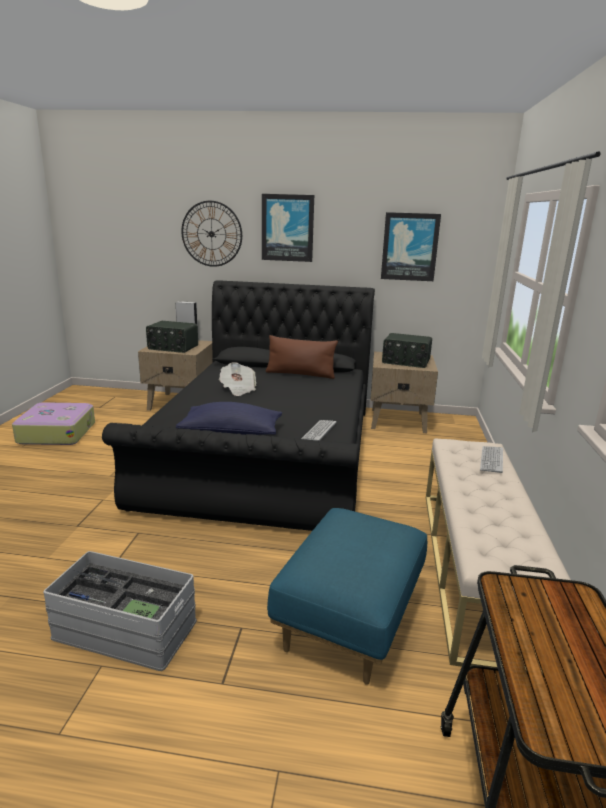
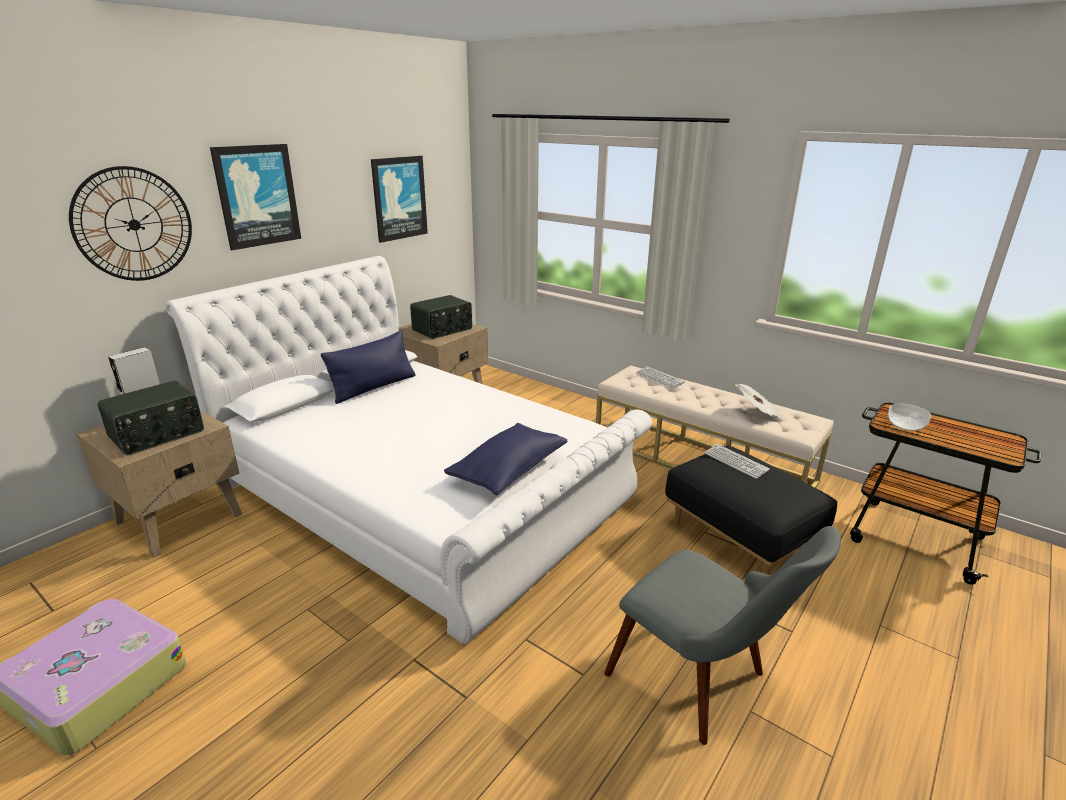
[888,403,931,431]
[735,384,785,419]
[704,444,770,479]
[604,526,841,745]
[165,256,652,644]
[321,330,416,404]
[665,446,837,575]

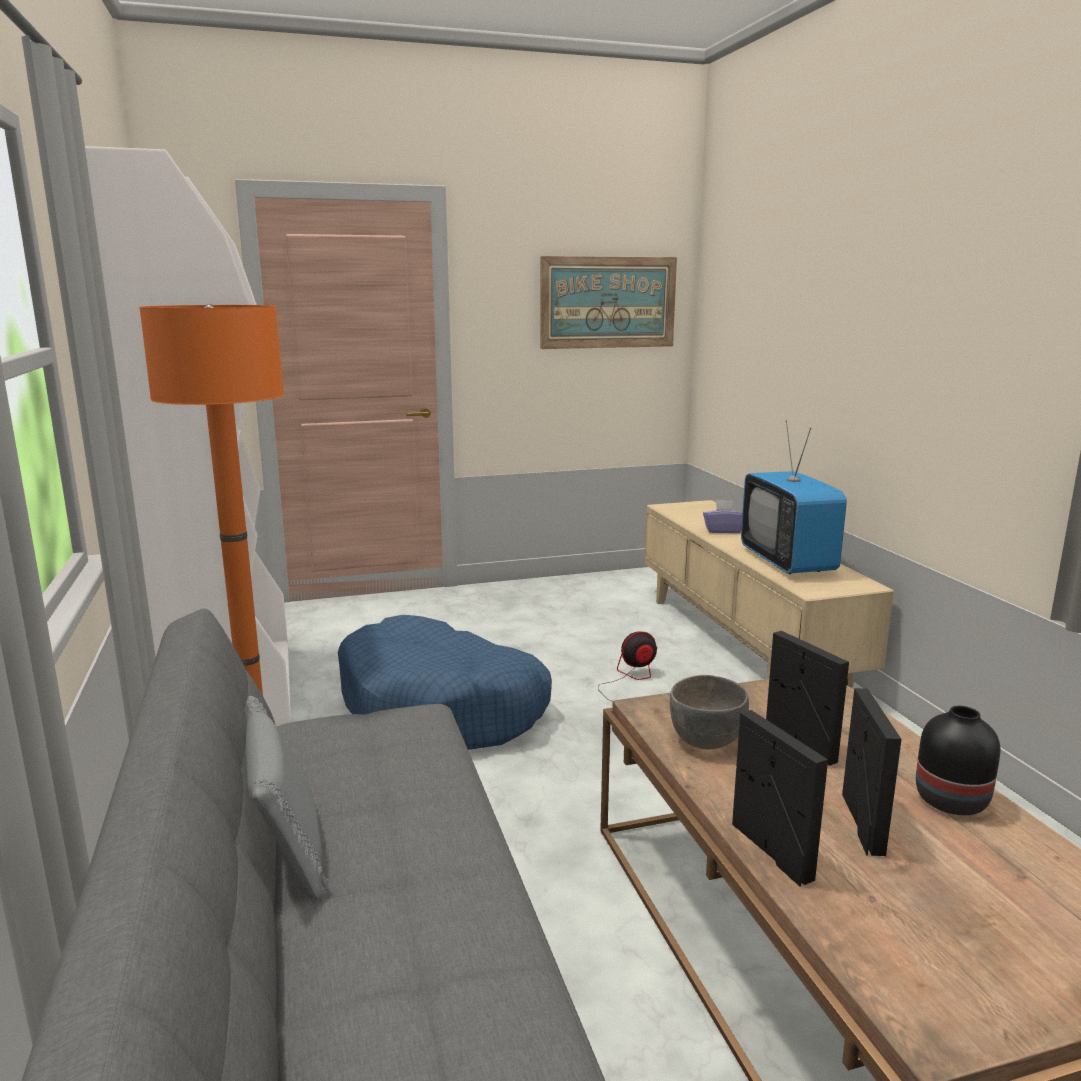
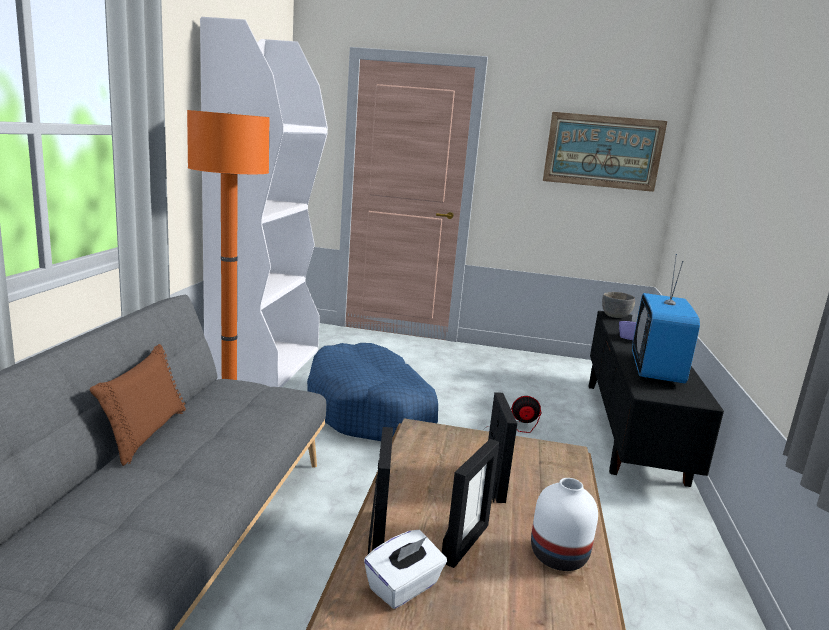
[364,530,447,609]
[602,292,635,318]
[90,344,186,466]
[588,311,724,487]
[531,478,598,571]

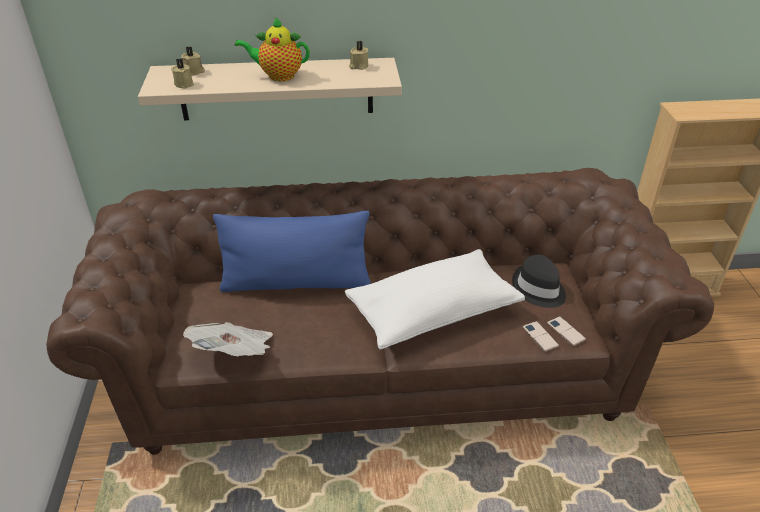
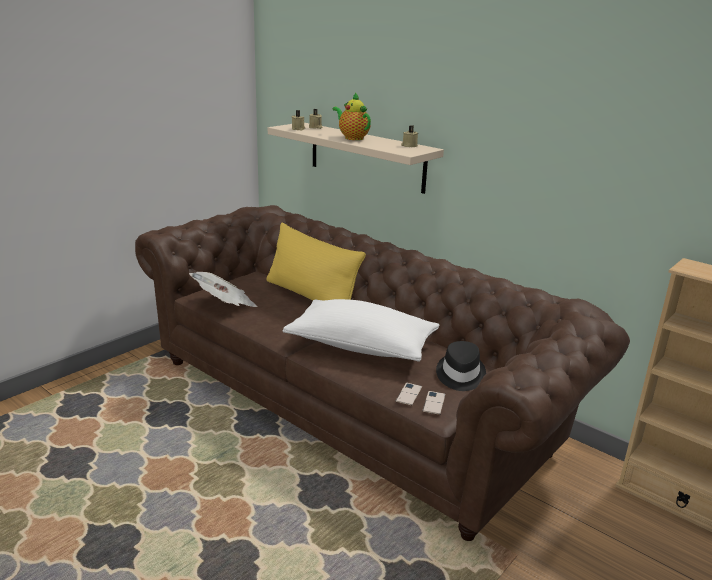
[266,223,366,300]

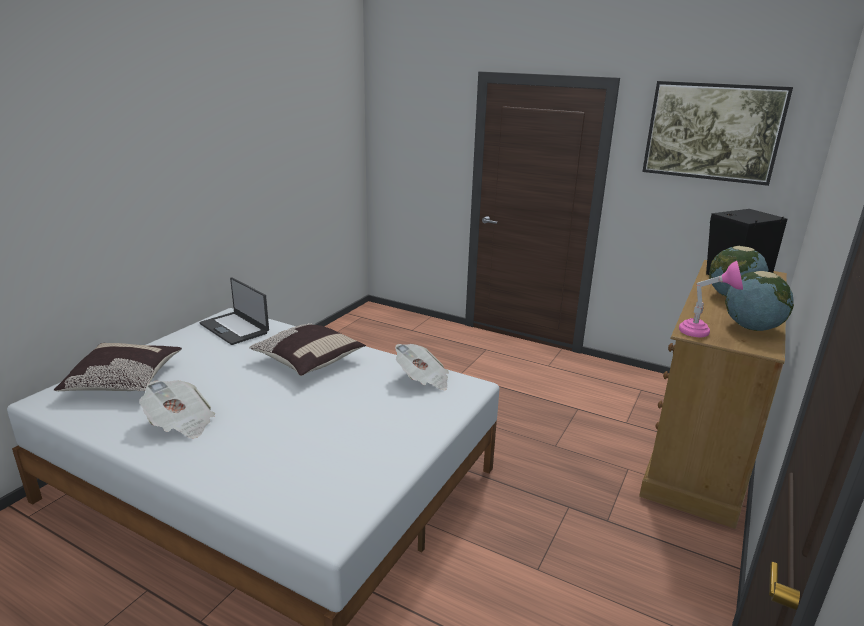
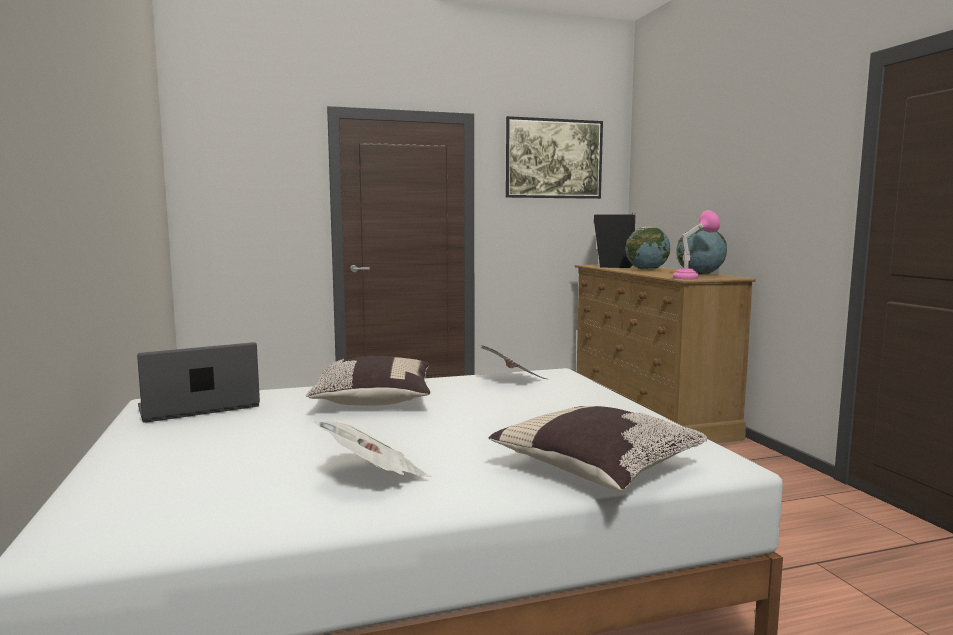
[488,406,707,492]
[137,342,260,423]

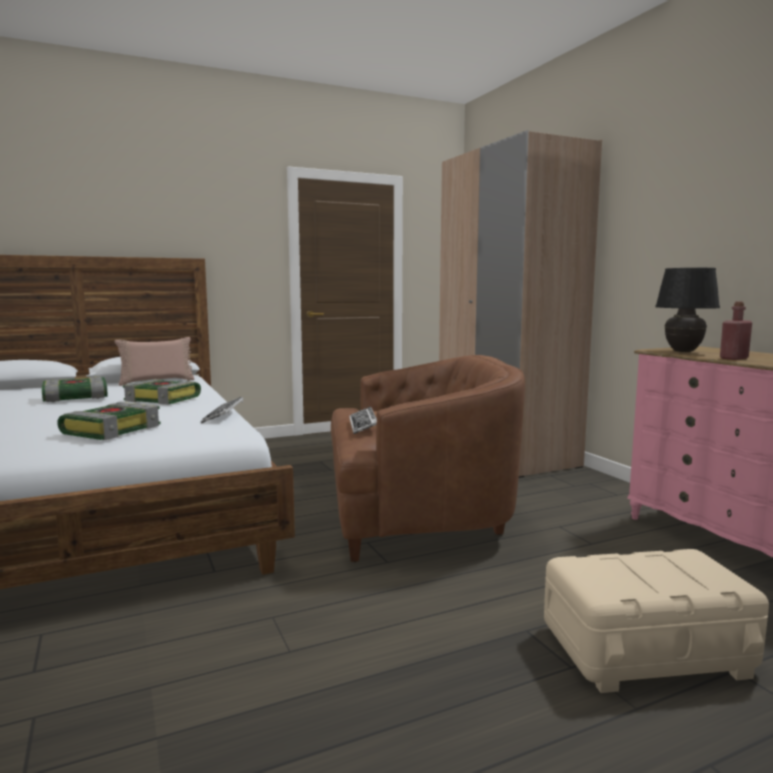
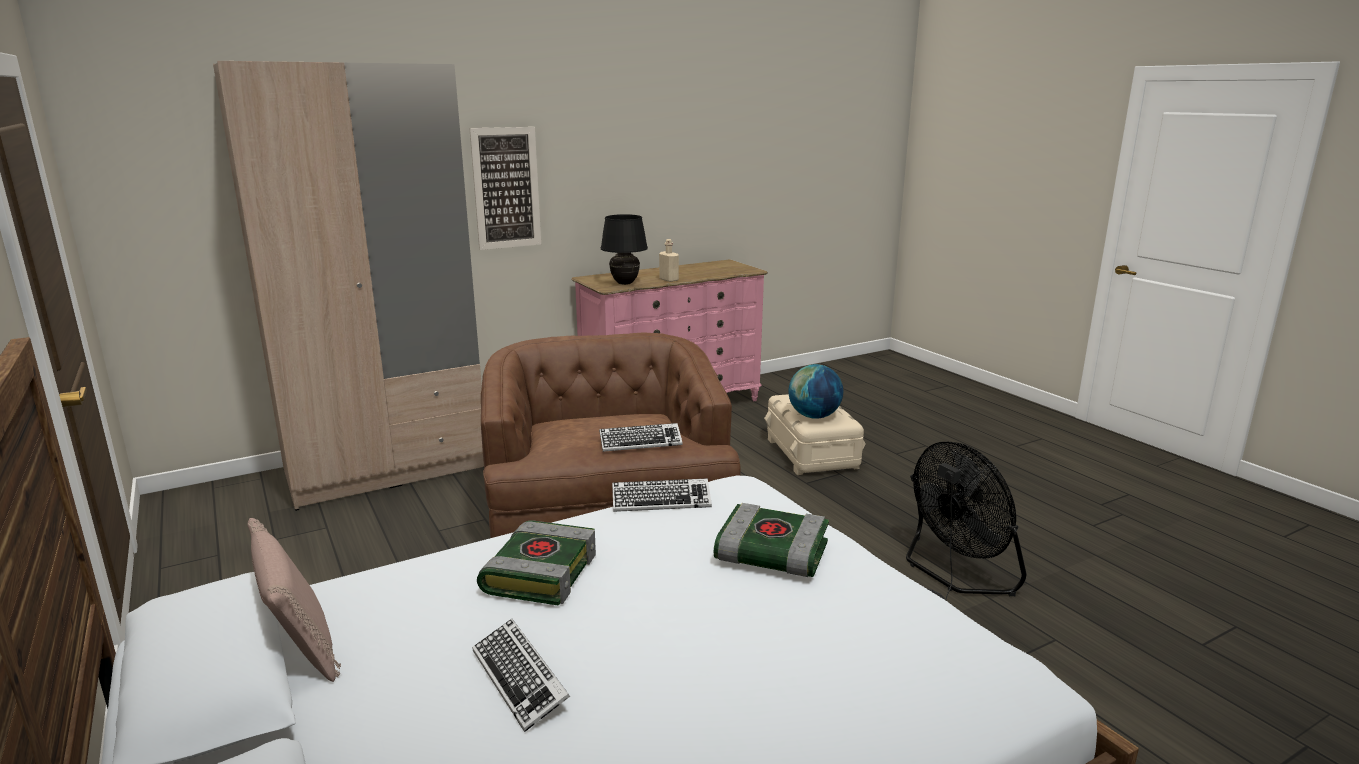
[469,127,541,250]
[788,364,843,419]
[906,441,1026,600]
[472,619,570,732]
[659,239,679,282]

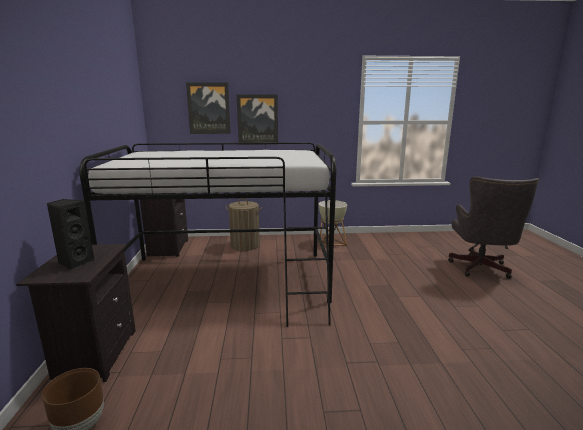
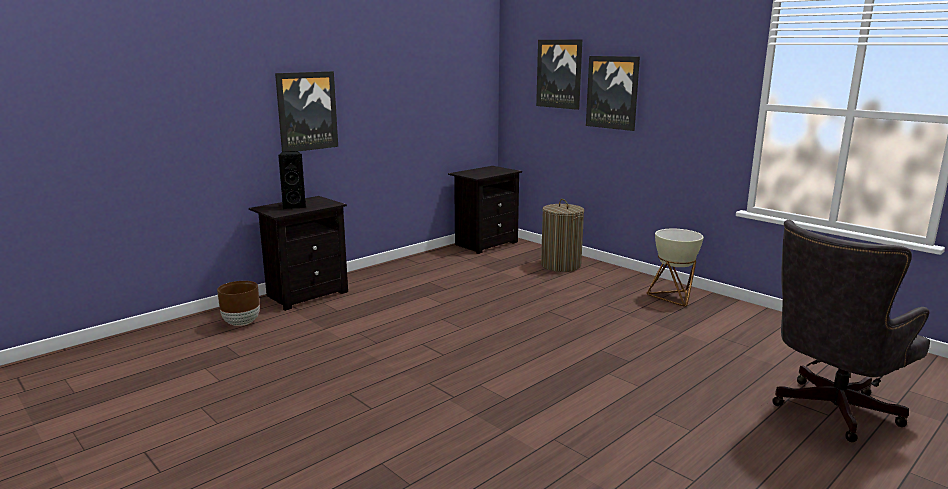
[80,142,336,327] (first image)
[275,71,338,152]

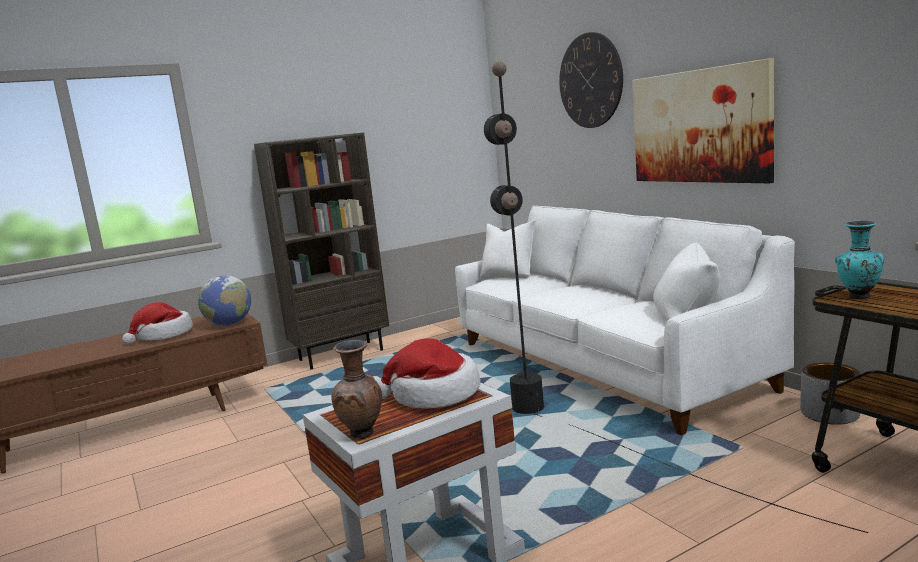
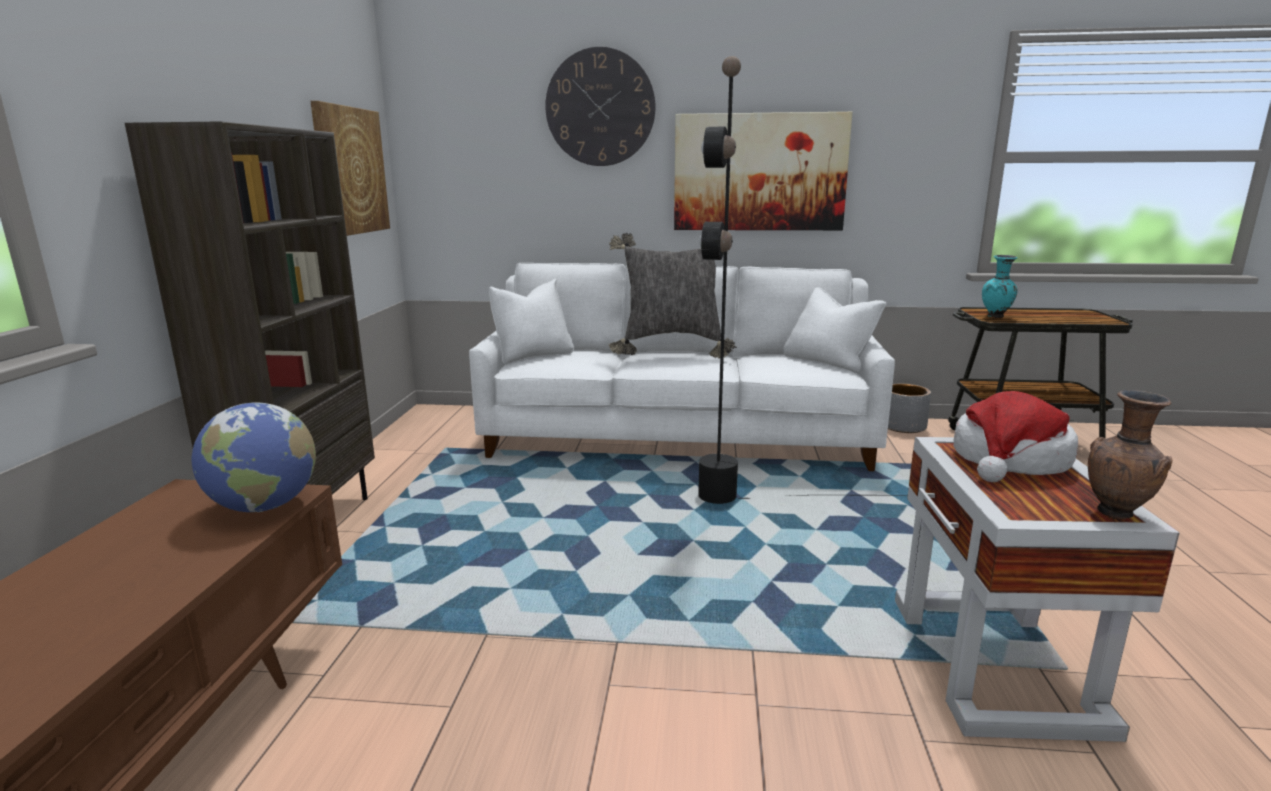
[122,302,193,345] (first image)
[310,101,390,236]
[609,233,737,358]

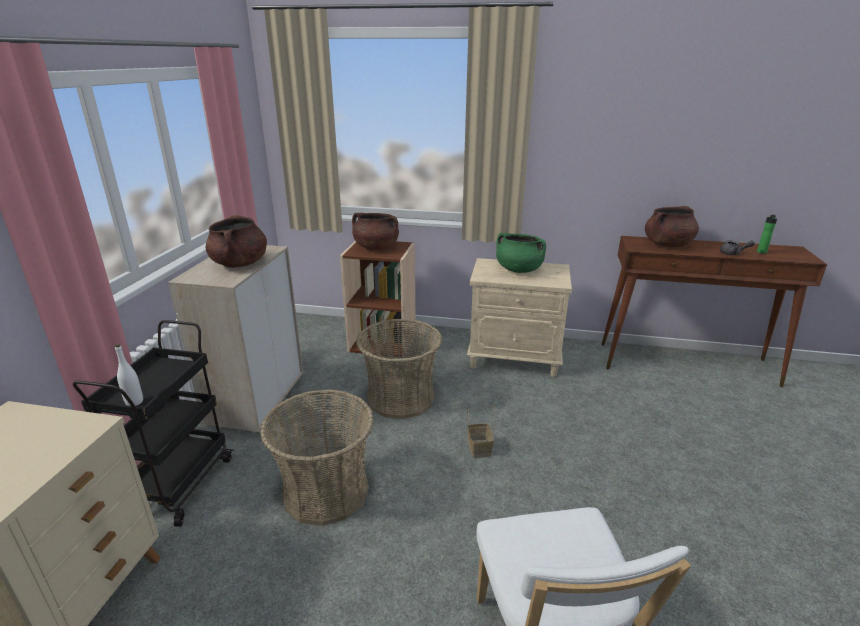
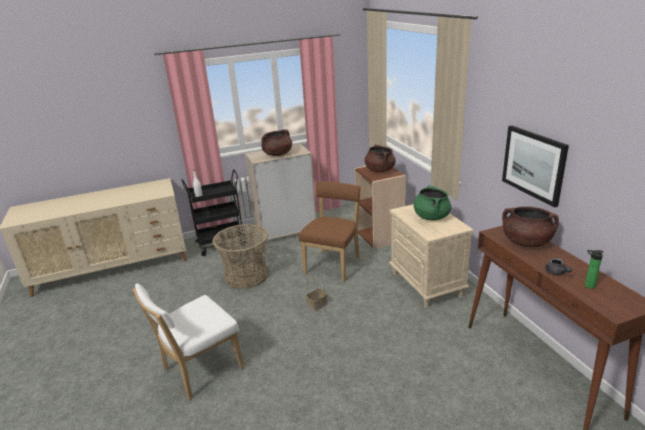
[502,125,569,207]
[298,181,361,282]

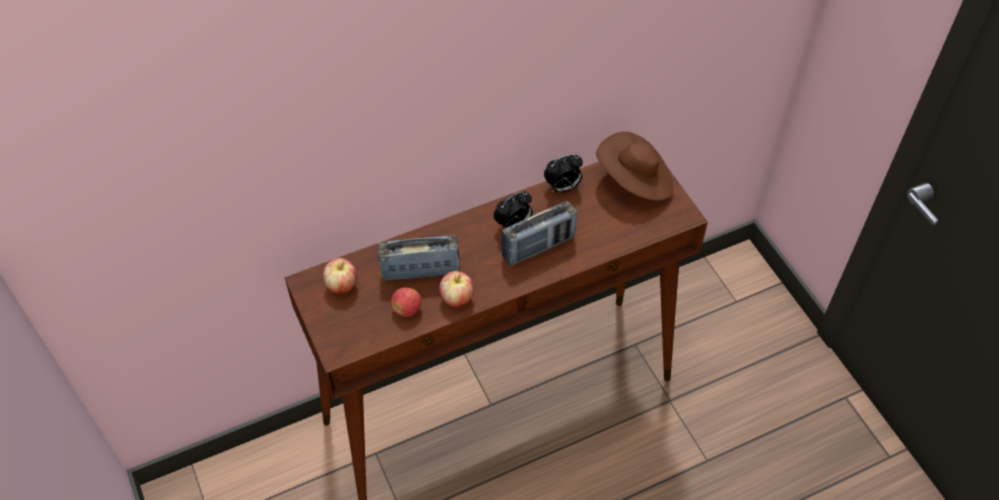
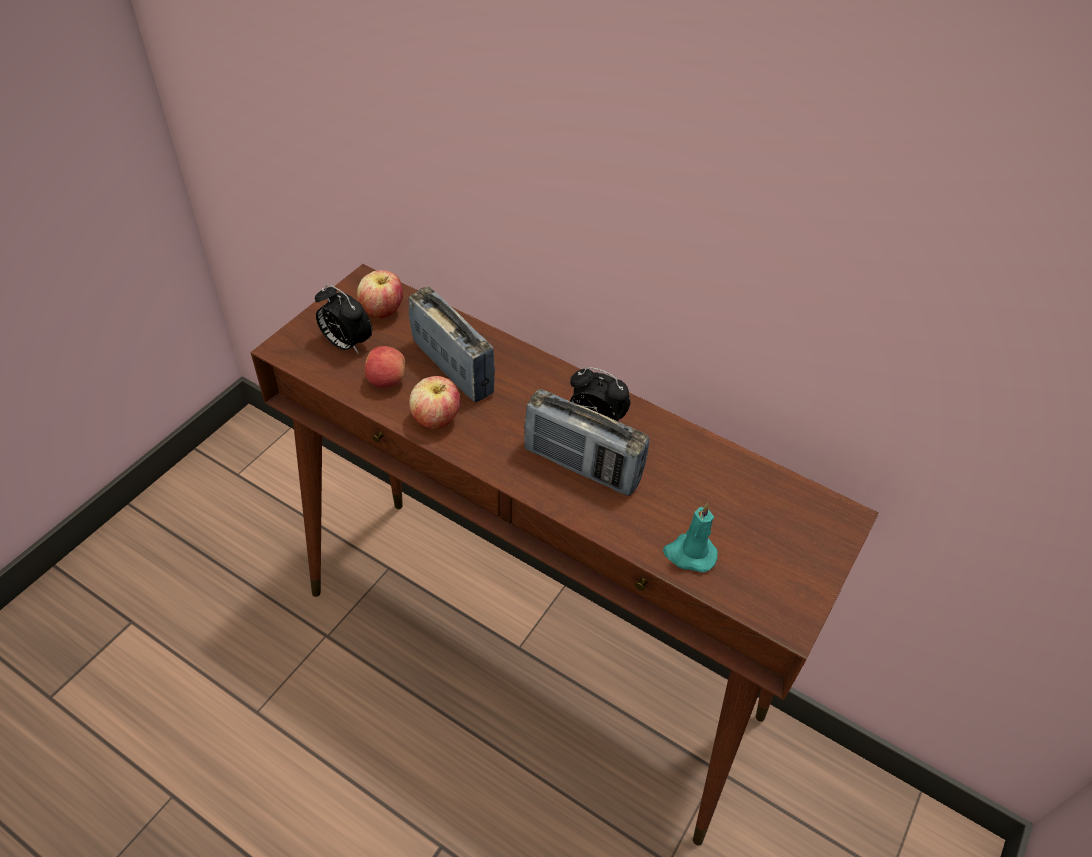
[596,132,673,201] (first image)
[663,503,718,572]
[315,284,372,354]

